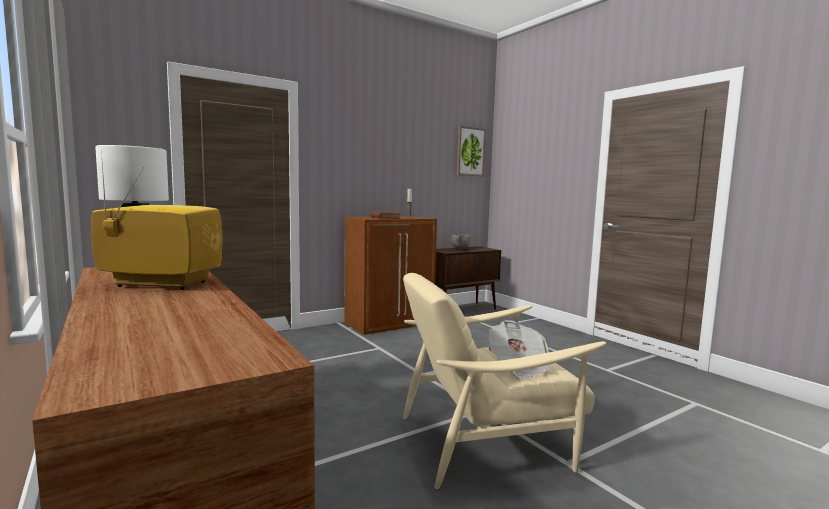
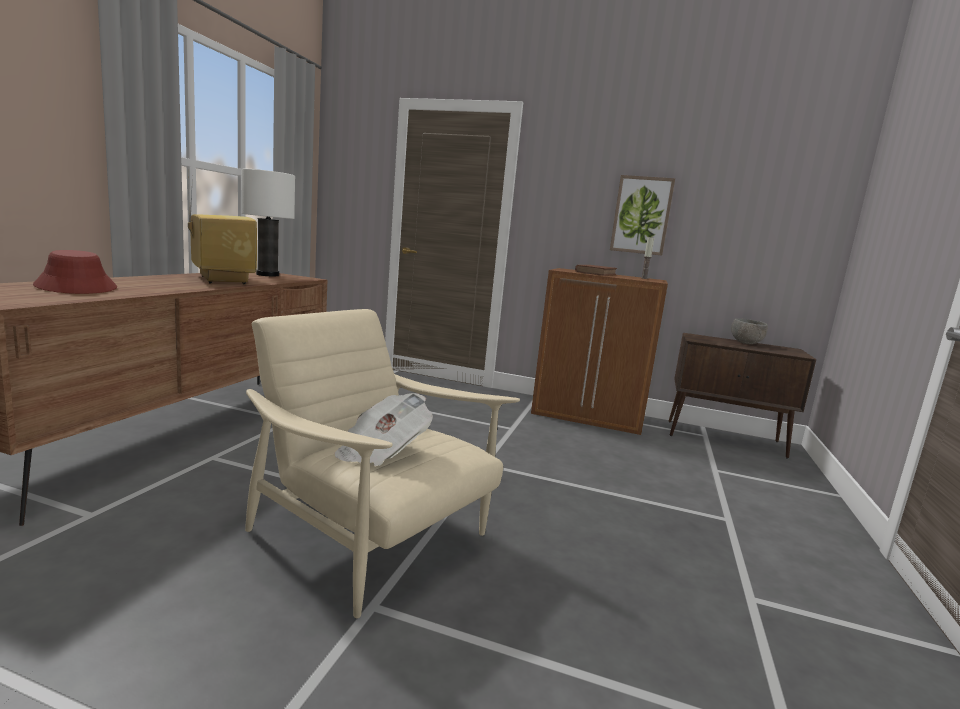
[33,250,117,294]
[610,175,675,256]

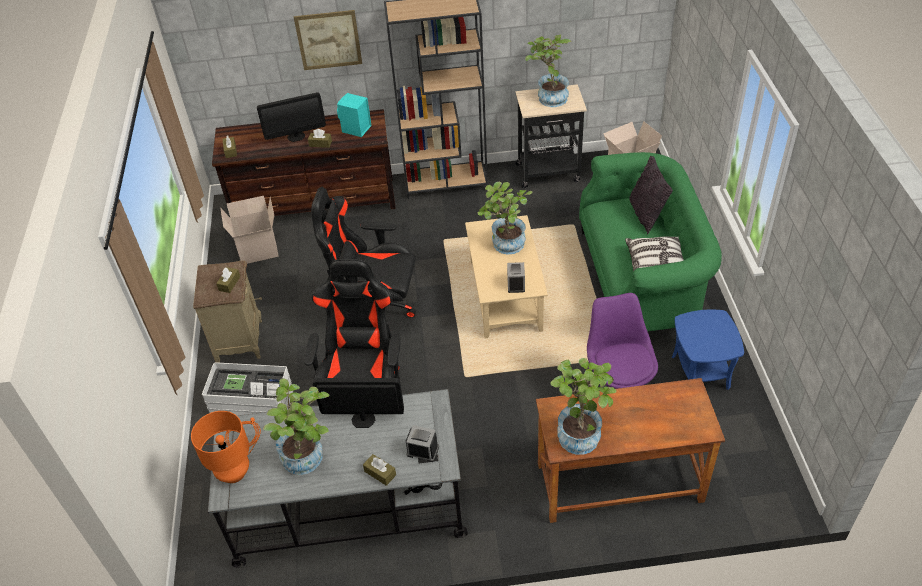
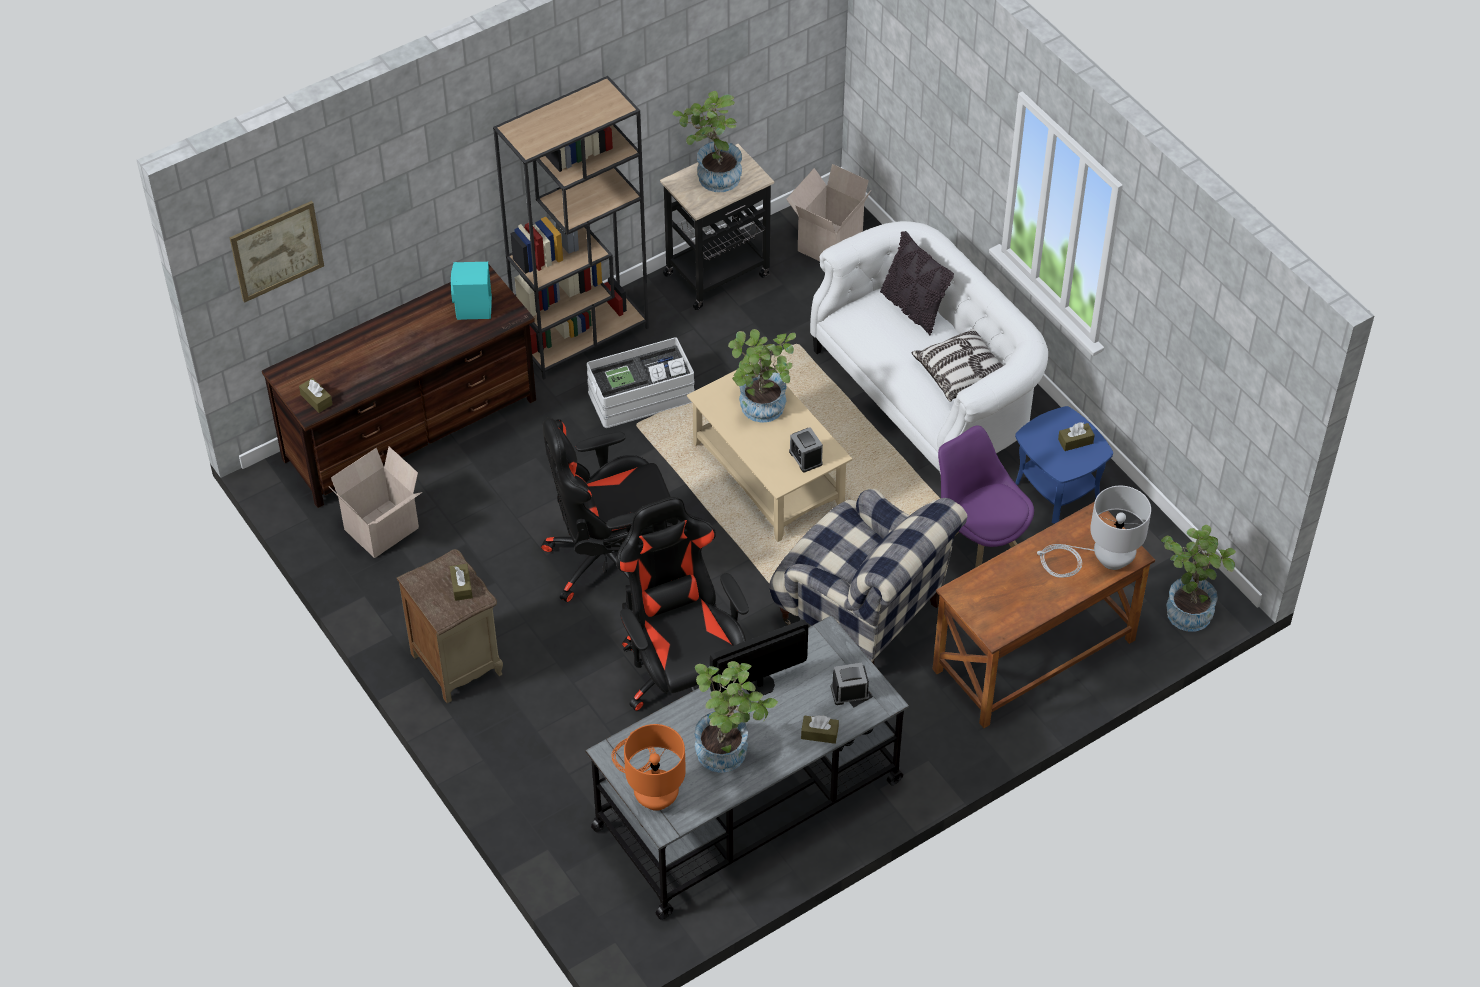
[257,92,326,142] (first image)
[769,489,968,664]
[1037,486,1151,578]
[587,337,695,428]
[230,201,324,303]
[1058,422,1095,451]
[1161,525,1236,632]
[810,221,1048,474]

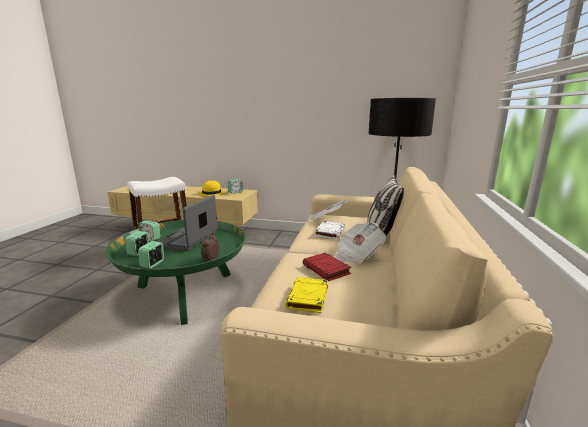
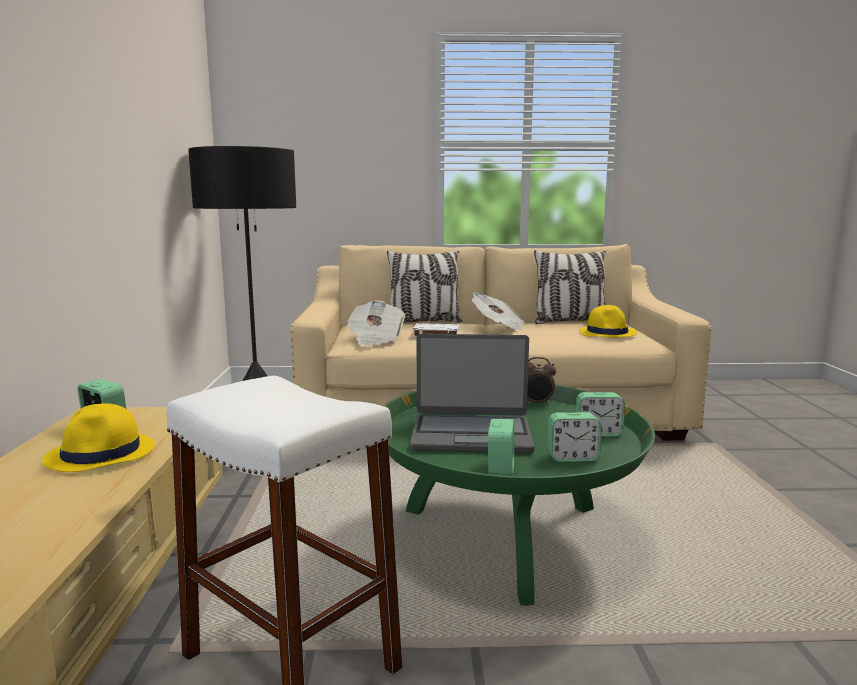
[303,253,351,281] (first image)
[534,250,606,324]
[579,305,637,337]

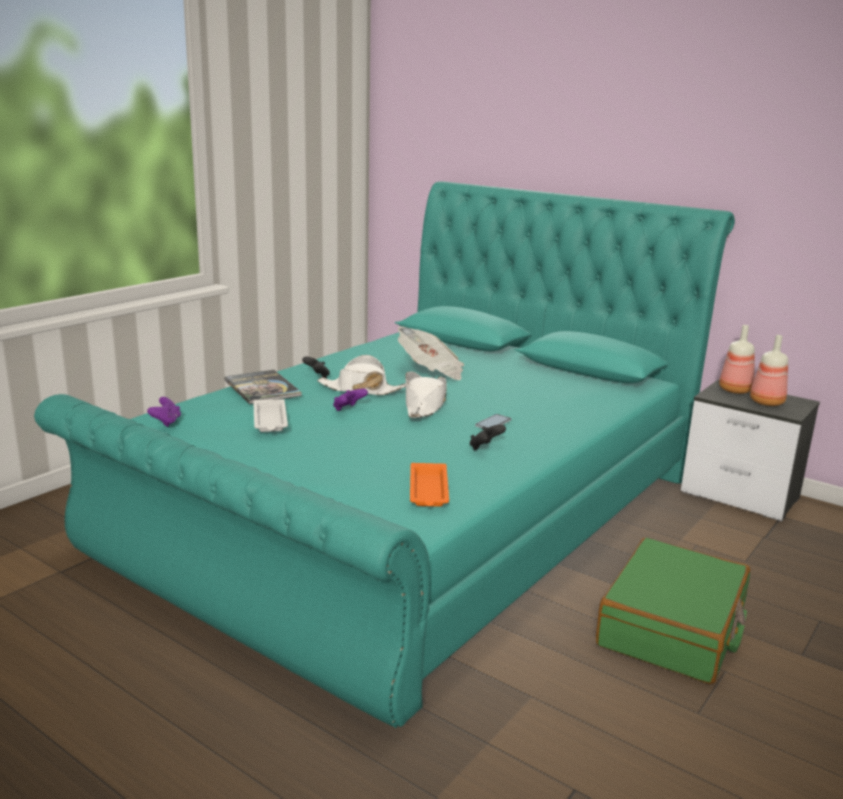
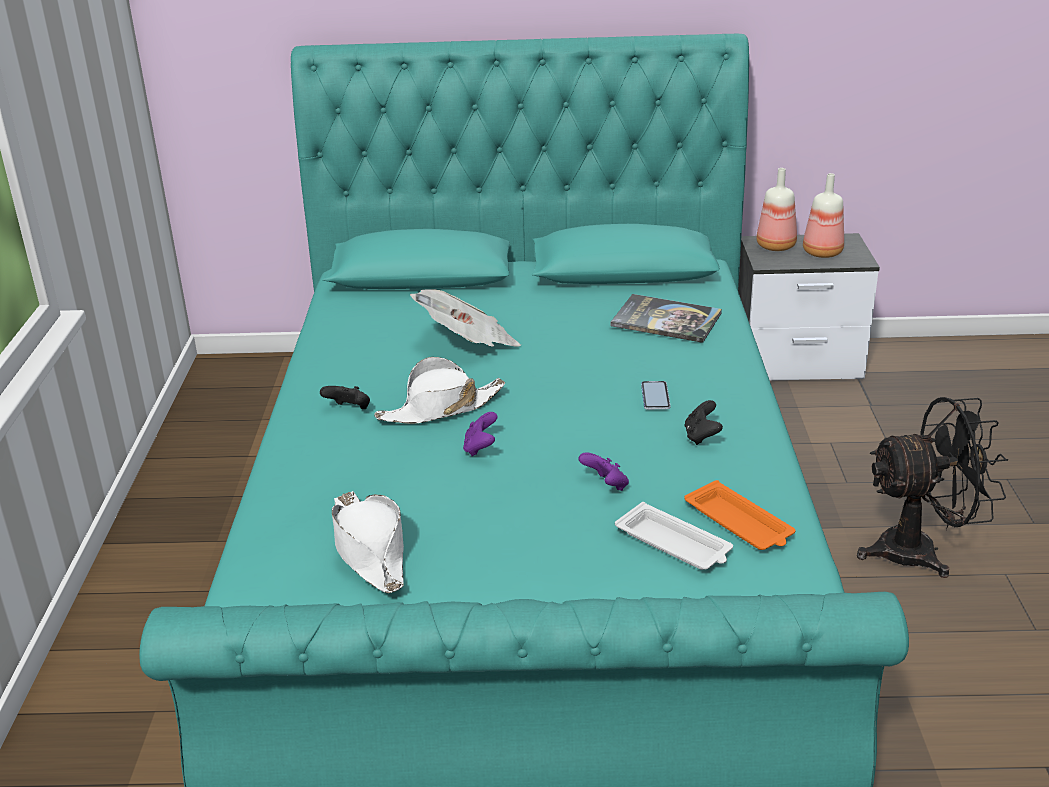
[579,452,629,491]
[610,294,722,343]
[615,502,733,570]
[332,491,404,593]
[857,397,1008,578]

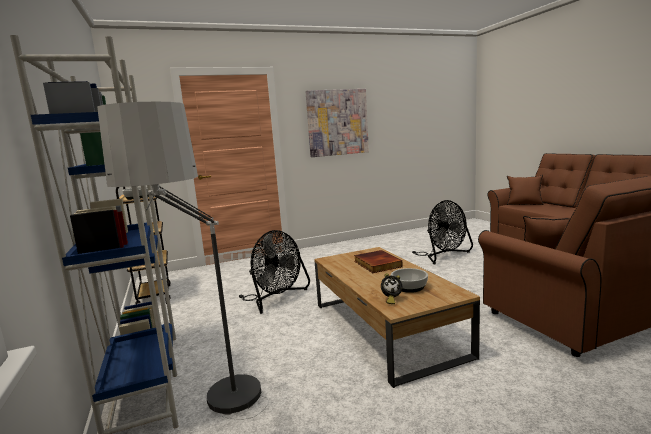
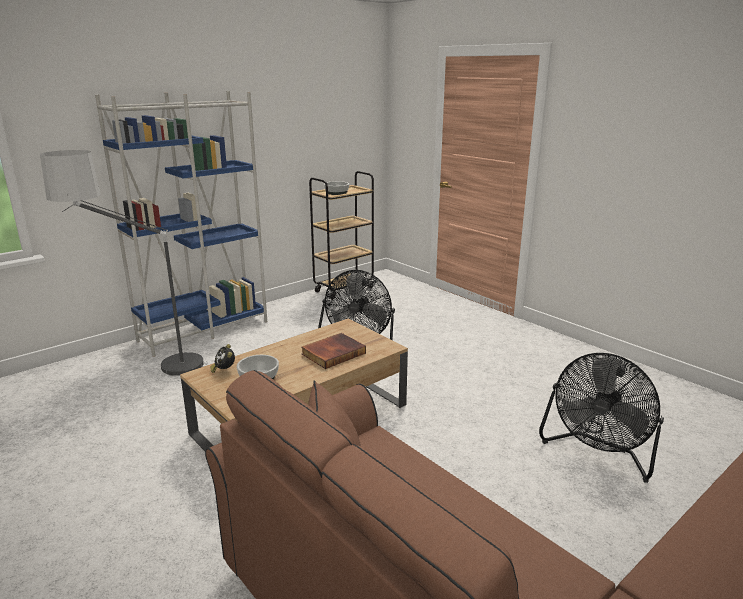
[305,89,369,157] (first image)

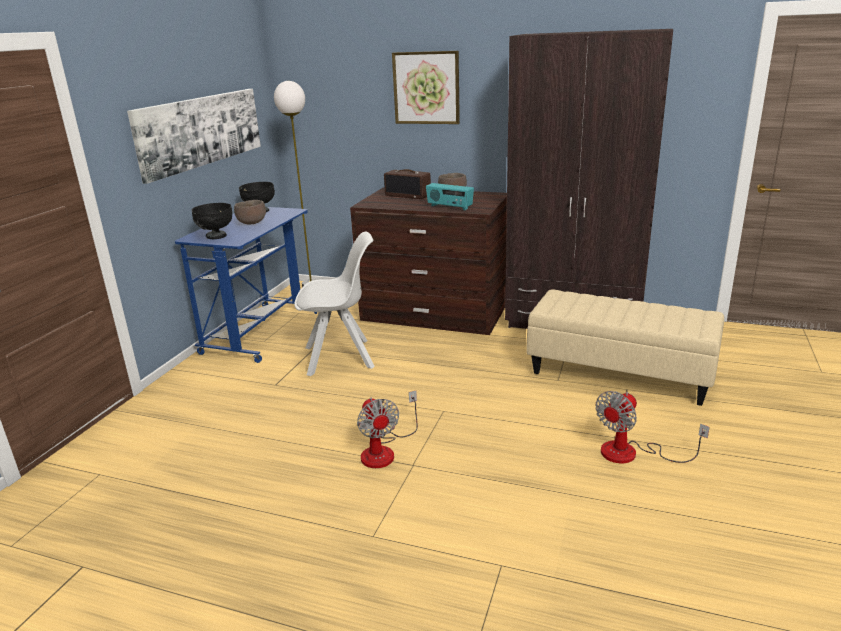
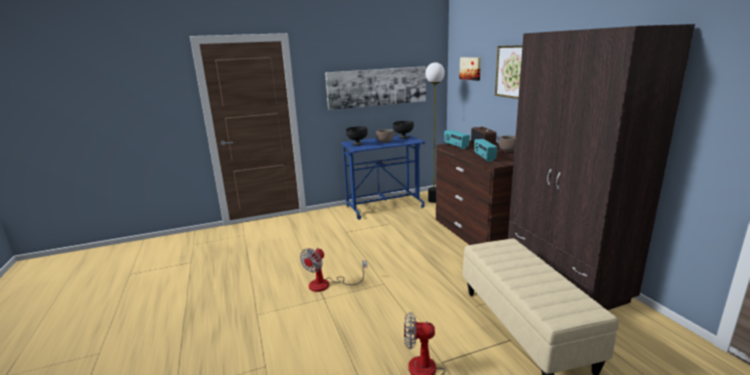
[294,232,375,376] (first image)
[444,130,470,149]
[459,57,481,81]

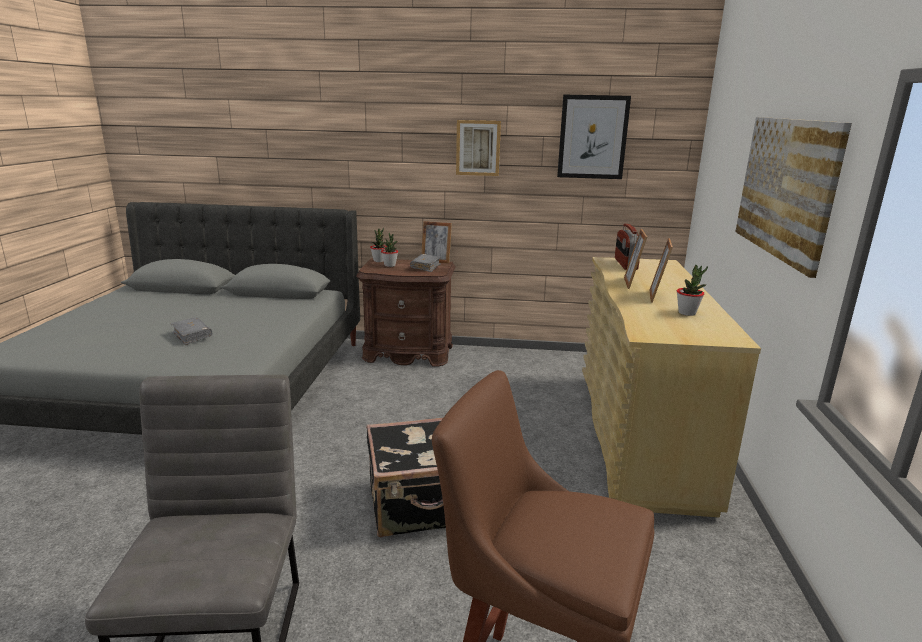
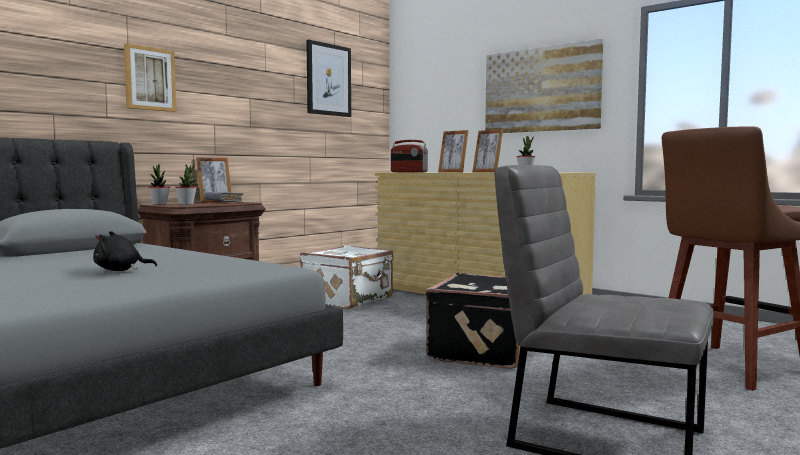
[300,245,393,309]
[124,43,176,112]
[93,231,157,271]

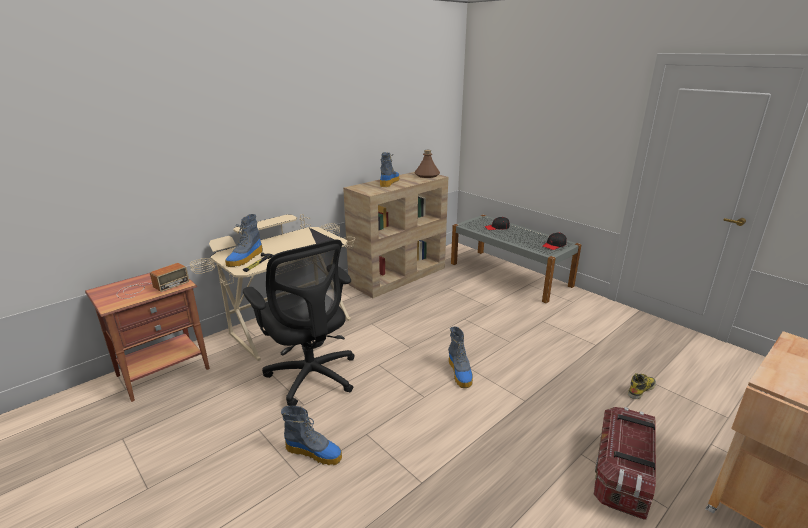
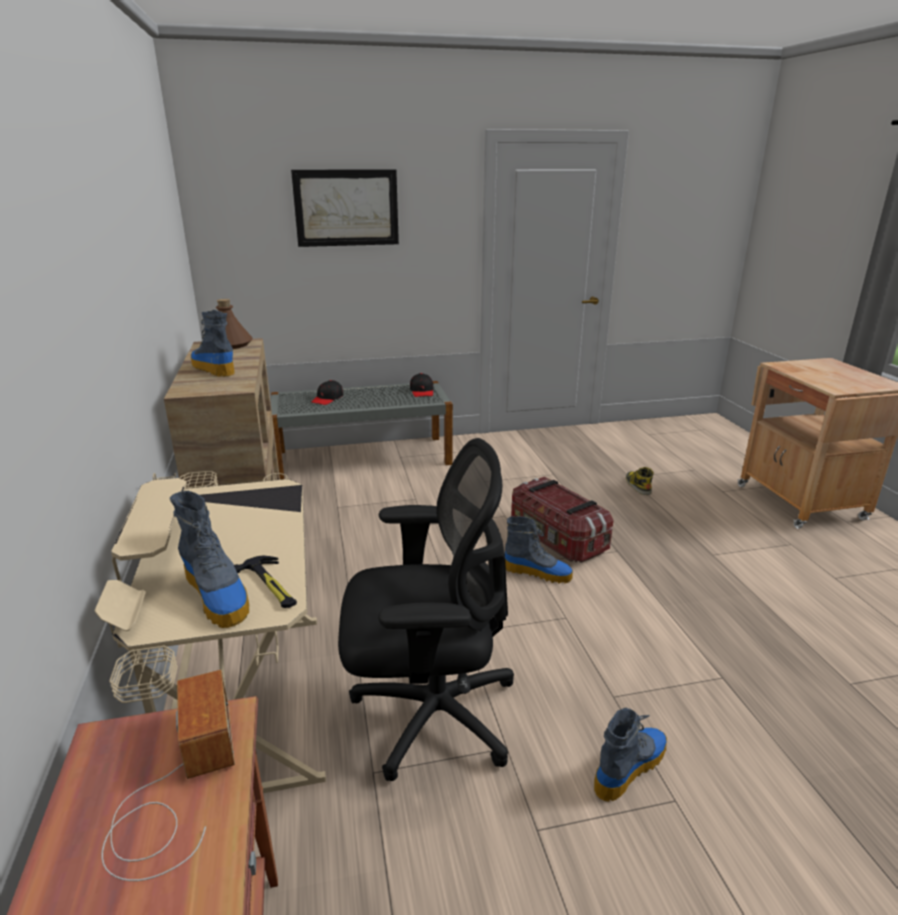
[291,169,399,247]
[511,477,613,563]

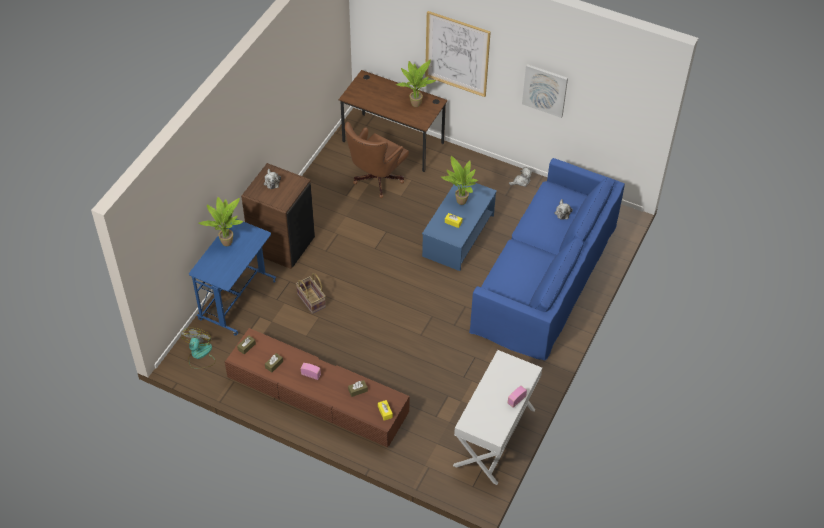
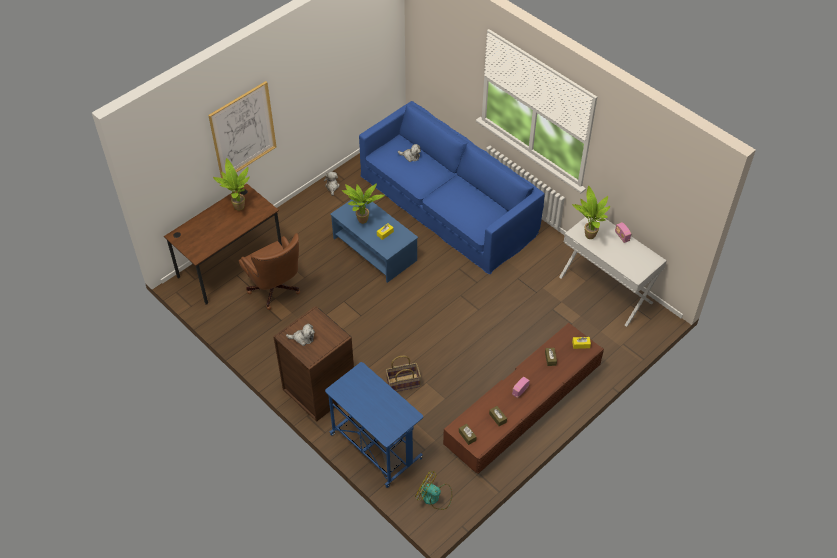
[522,64,568,118] (first image)
[572,186,610,239]

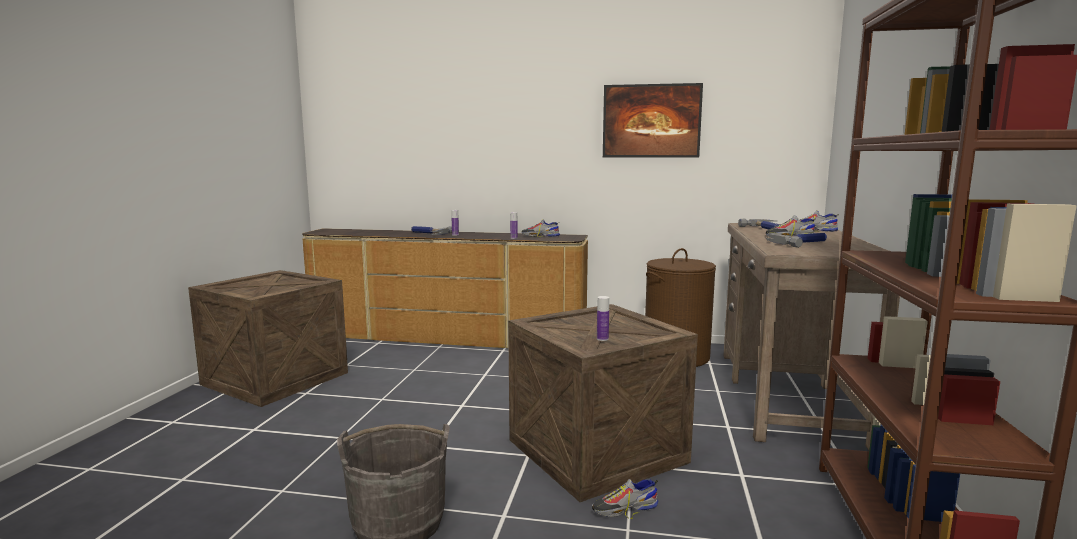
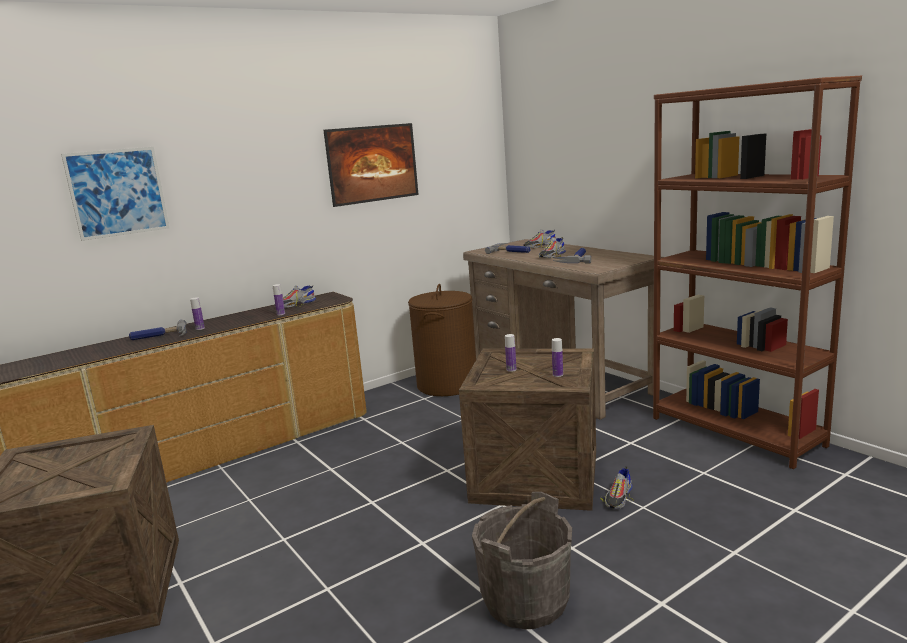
[61,147,169,241]
[505,334,517,372]

